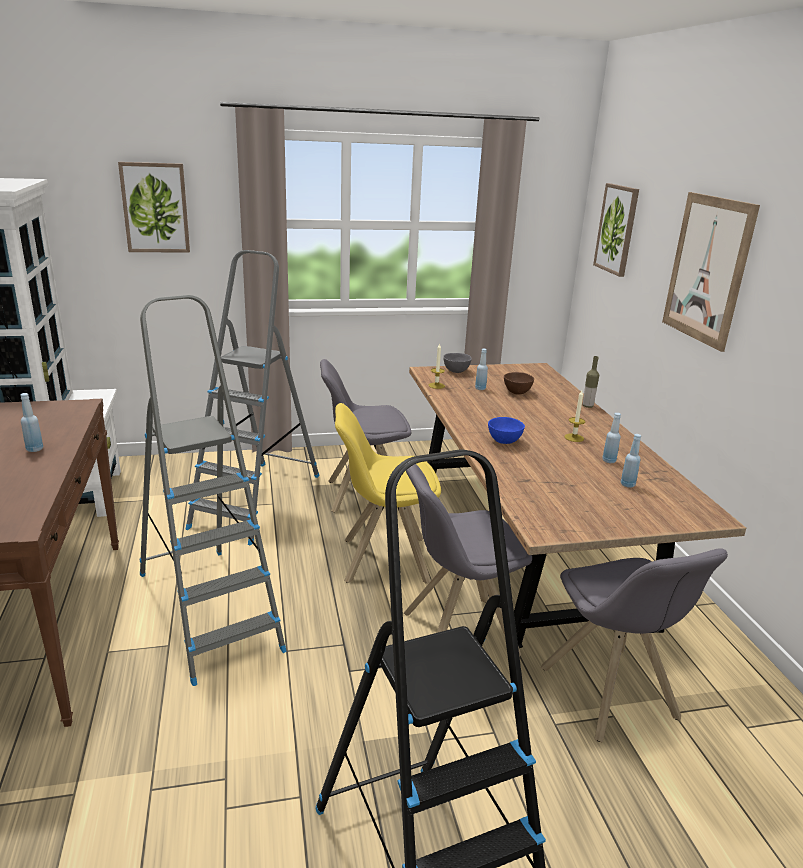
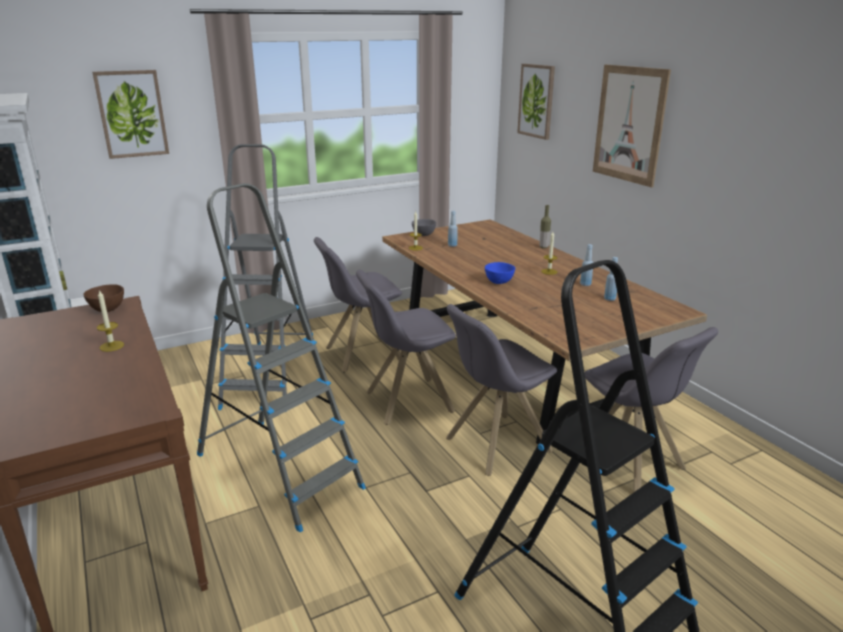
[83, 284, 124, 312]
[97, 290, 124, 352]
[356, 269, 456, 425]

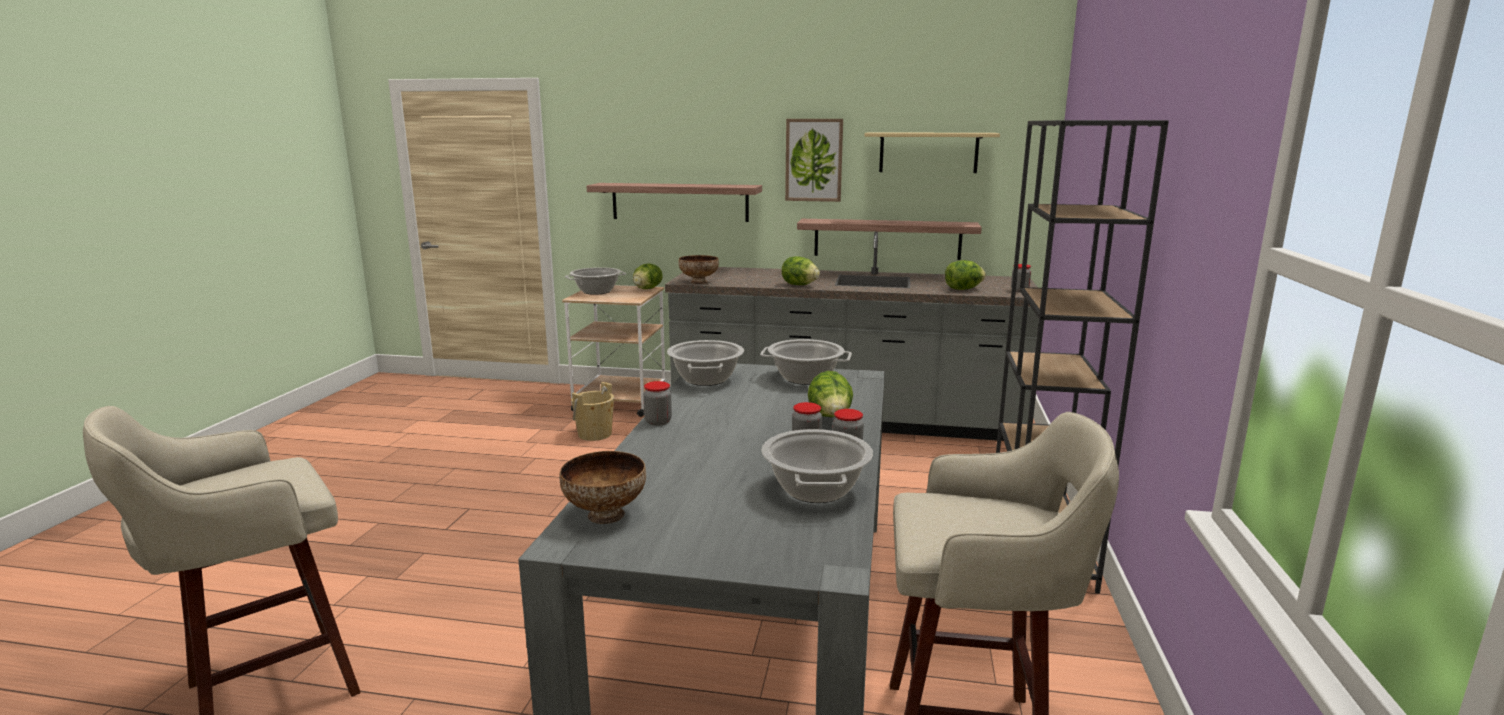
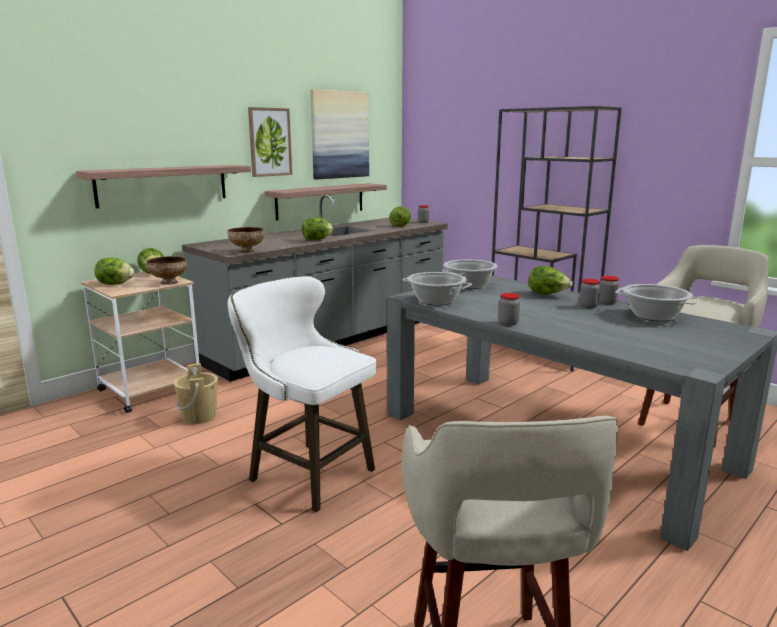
[228, 276, 377, 512]
[146, 256, 187, 285]
[94, 258, 134, 285]
[310, 89, 369, 179]

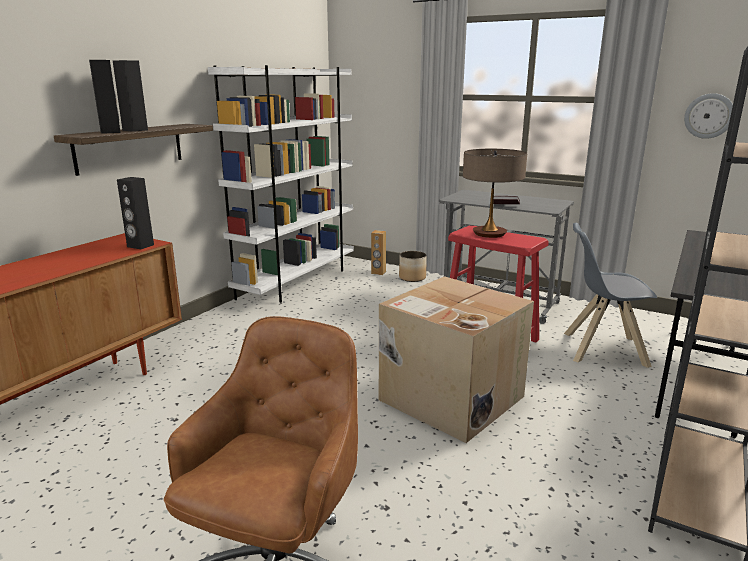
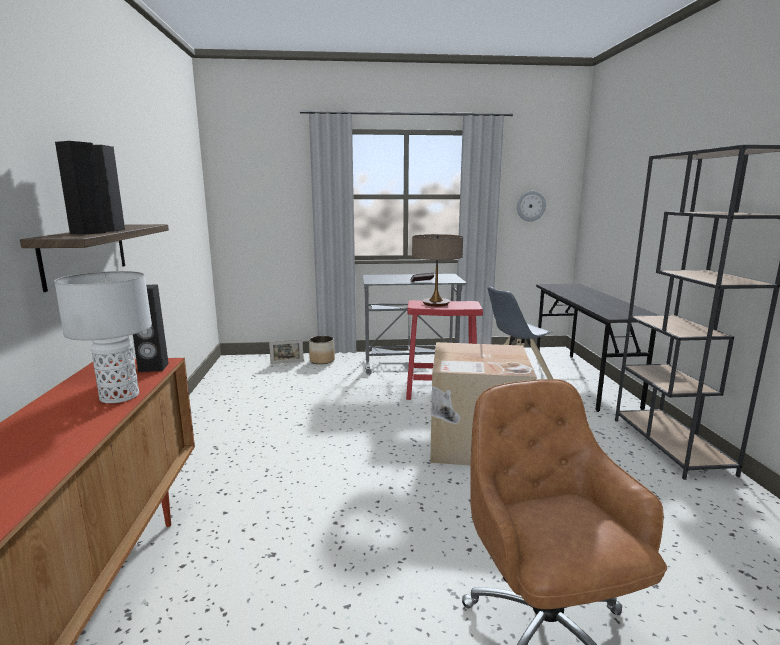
[208, 65, 354, 303] (first image)
[54, 271, 152, 403]
[269, 339, 304, 364]

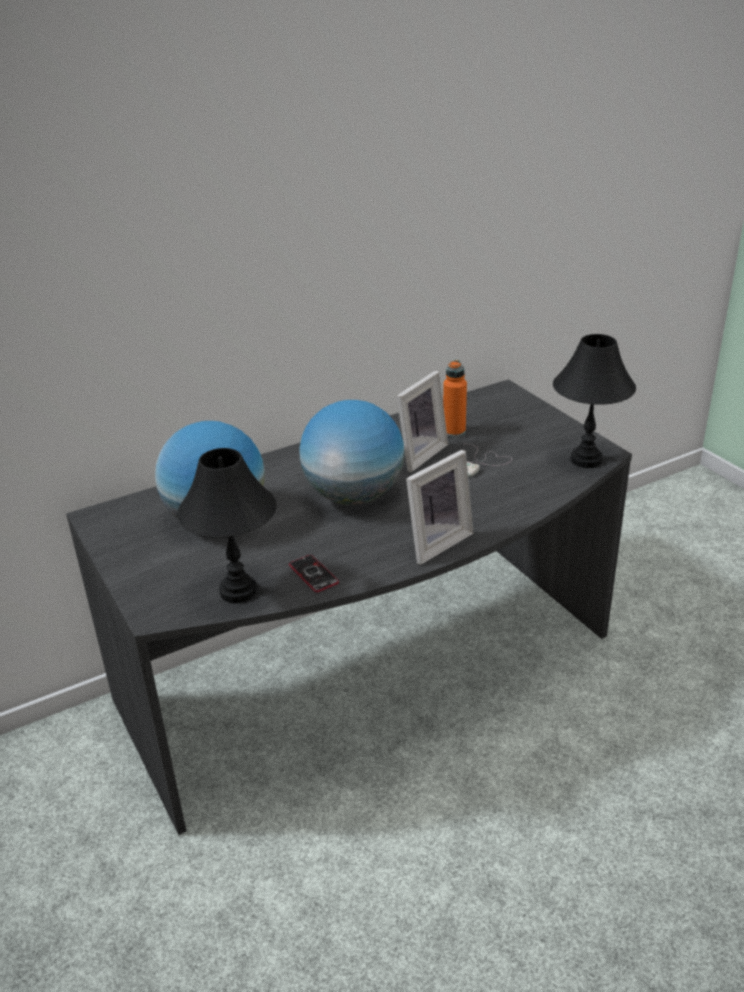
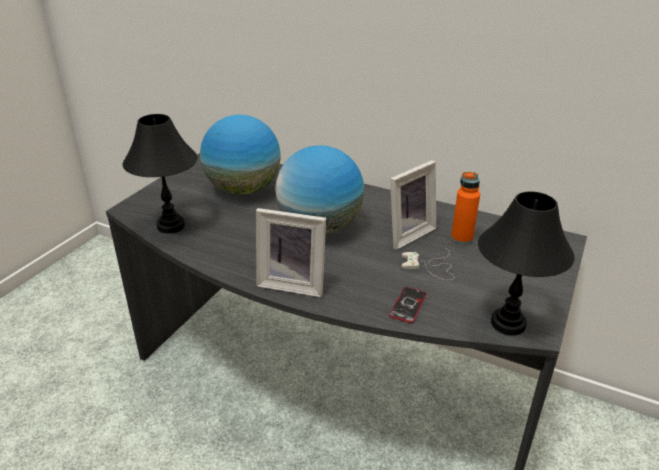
[389, 287, 427, 323]
[390, 160, 436, 250]

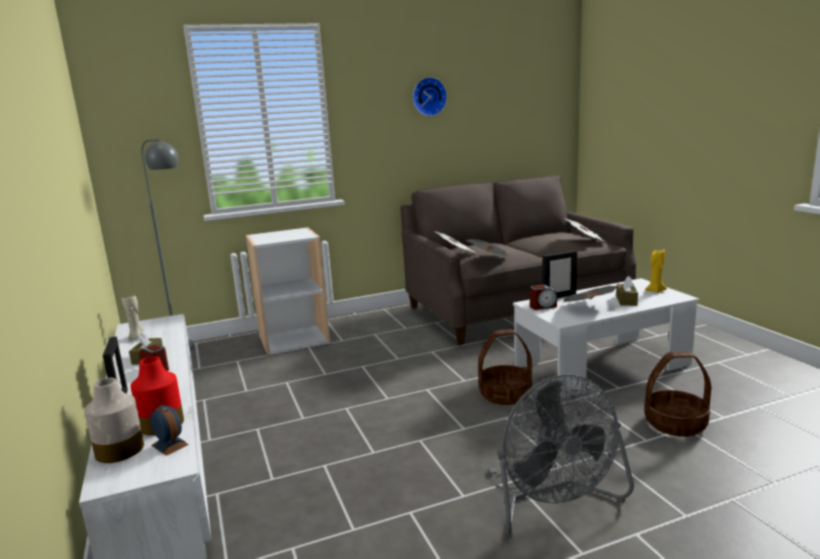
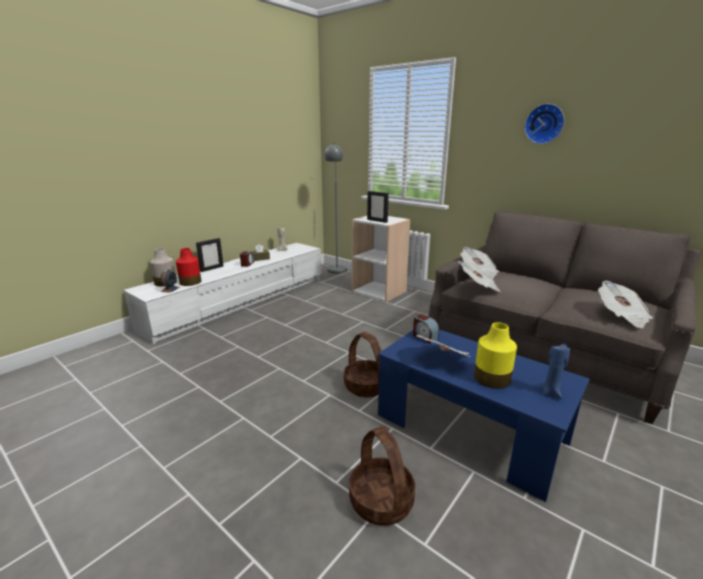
[488, 375, 634, 538] (first image)
[367, 191, 389, 223]
[474, 322, 517, 389]
[378, 330, 590, 502]
[539, 343, 570, 399]

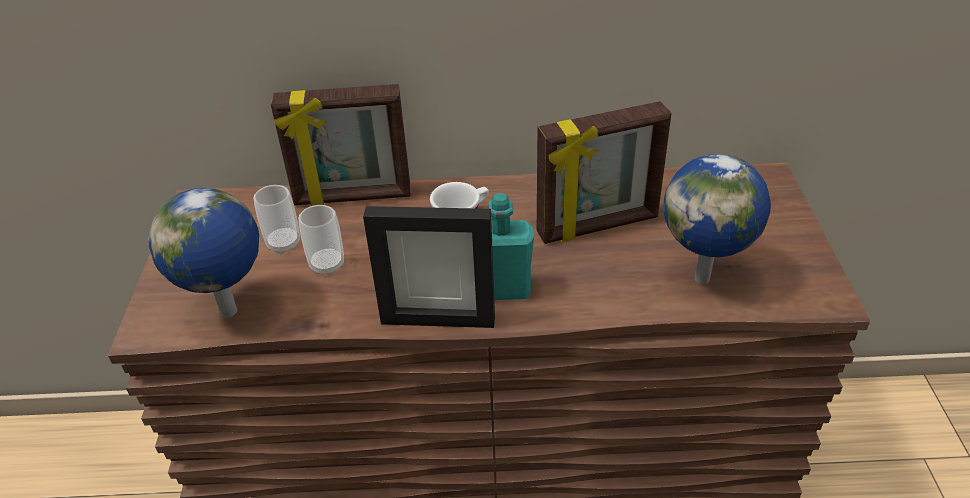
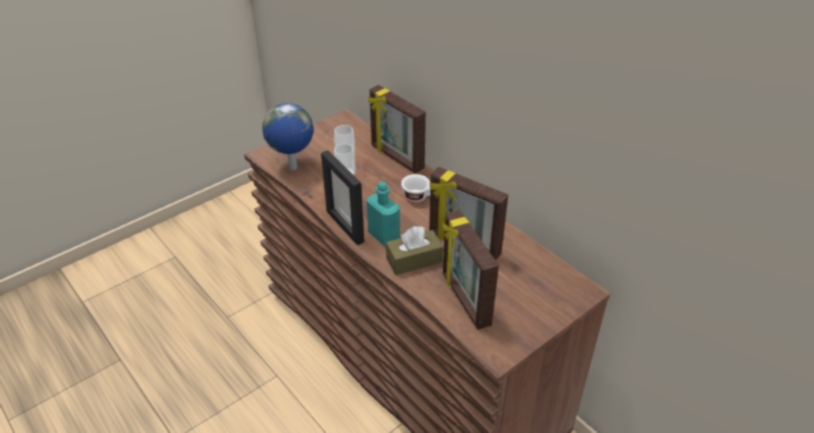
[386, 226, 443, 275]
[442, 210, 499, 330]

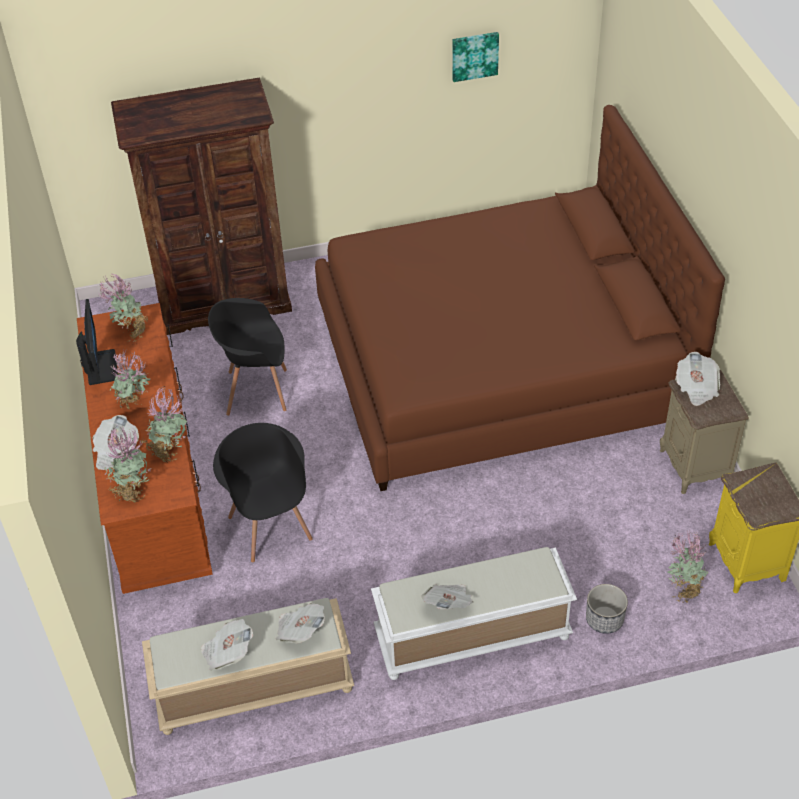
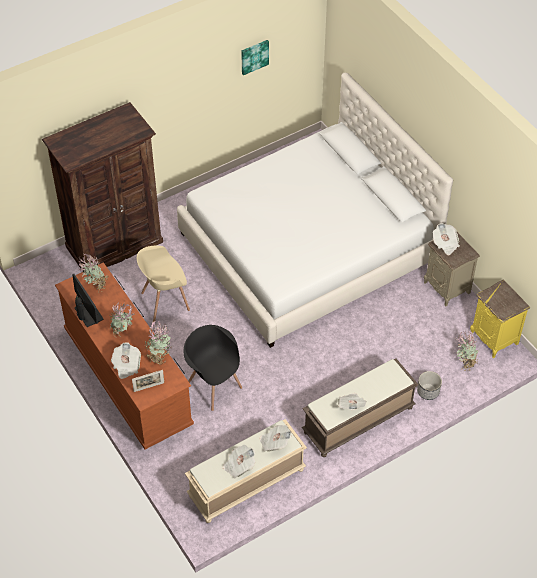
[132, 370, 164, 392]
[137, 246, 190, 322]
[177, 73, 453, 348]
[302, 358, 419, 457]

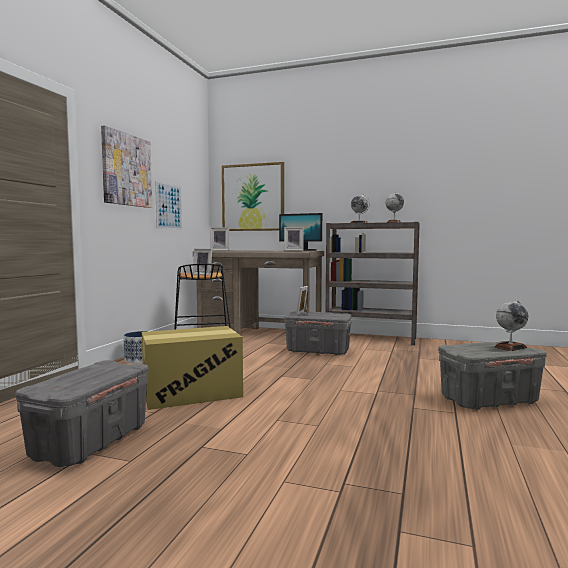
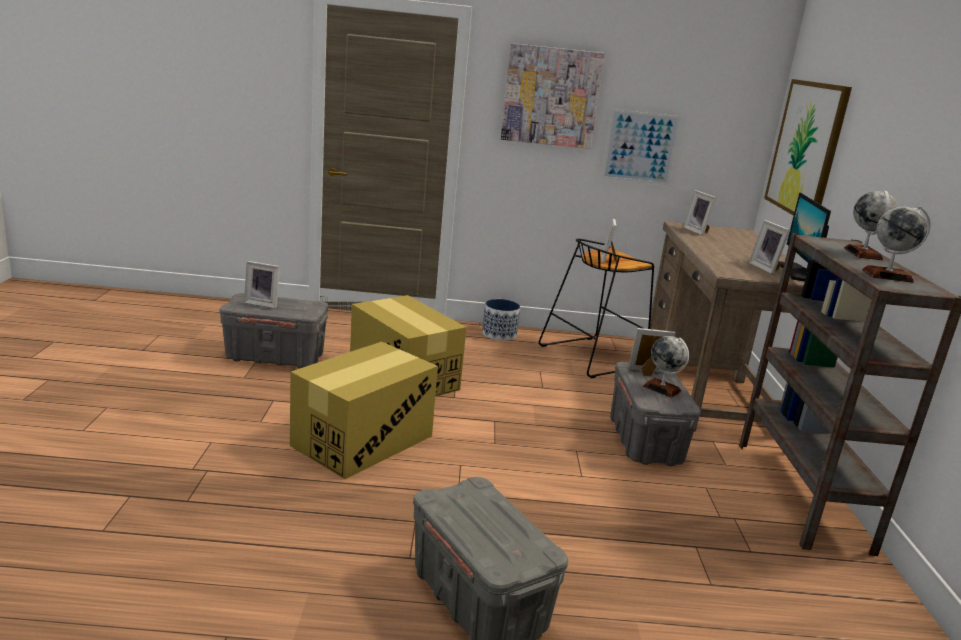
[244, 261, 280, 308]
[290, 342, 438, 479]
[643, 336, 689, 398]

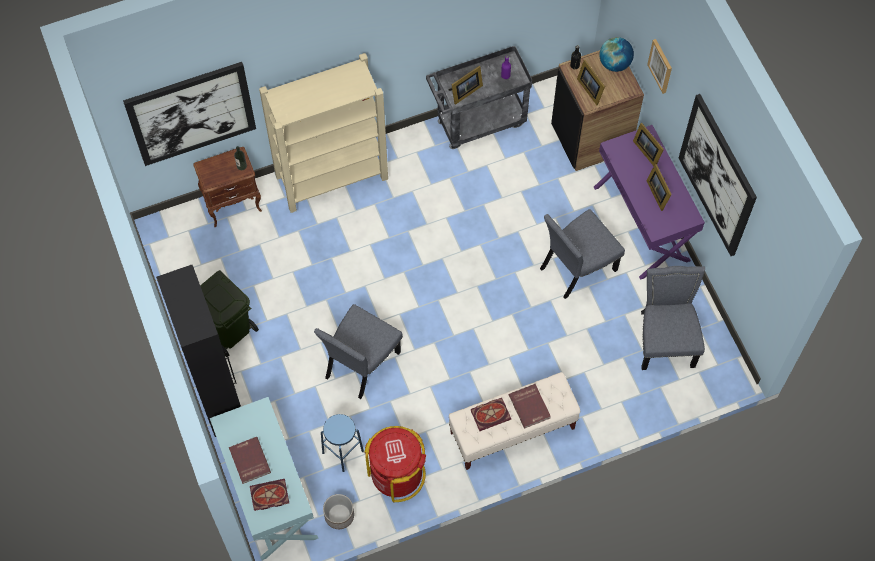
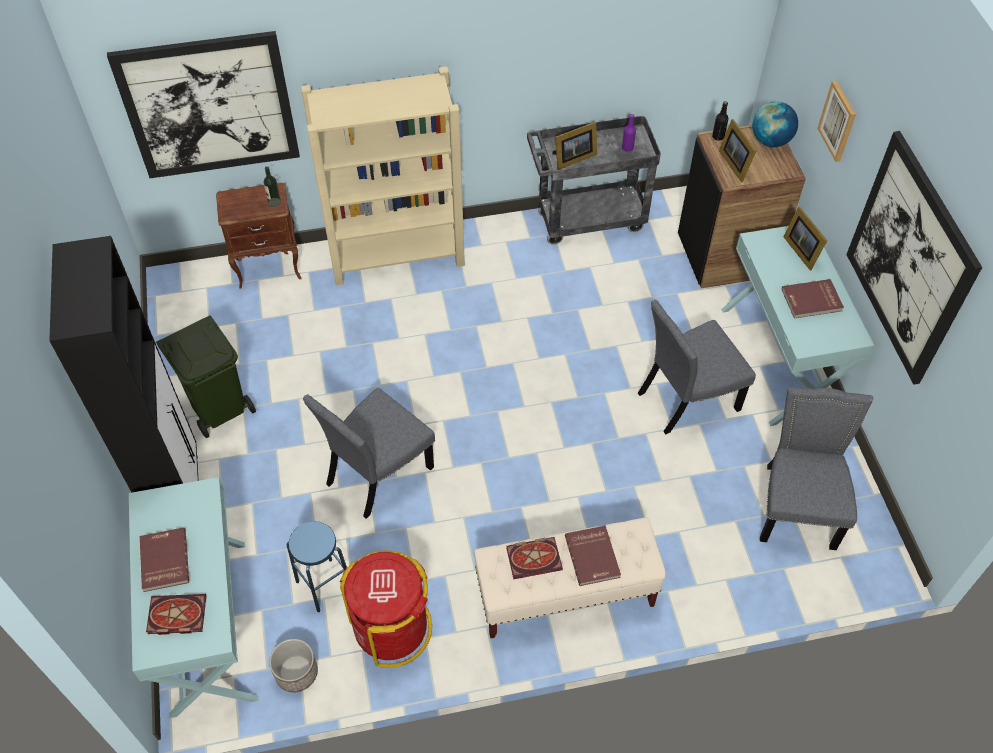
[782, 279, 844, 319]
[721, 226, 874, 426]

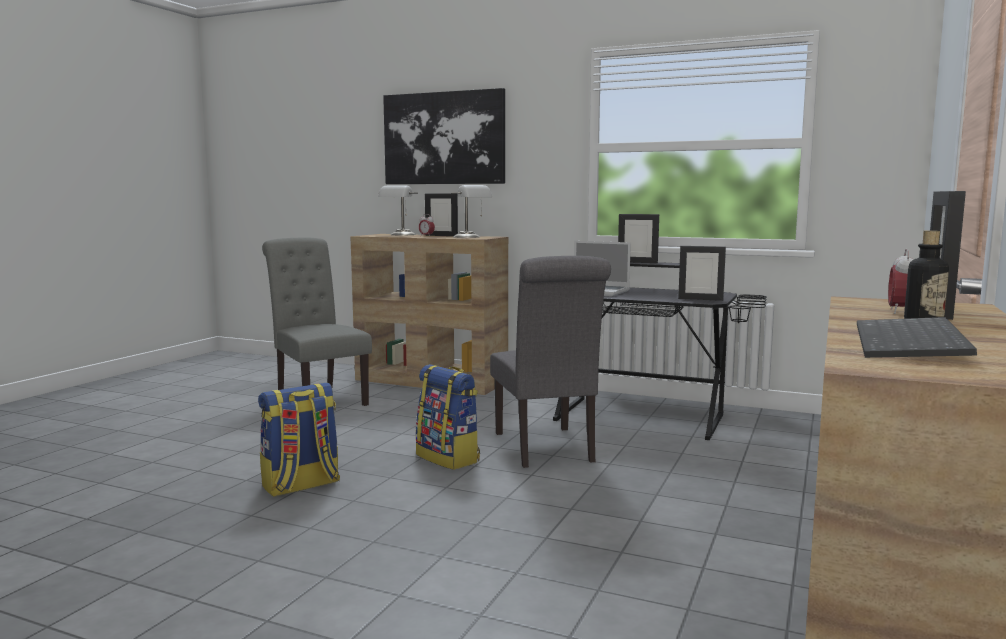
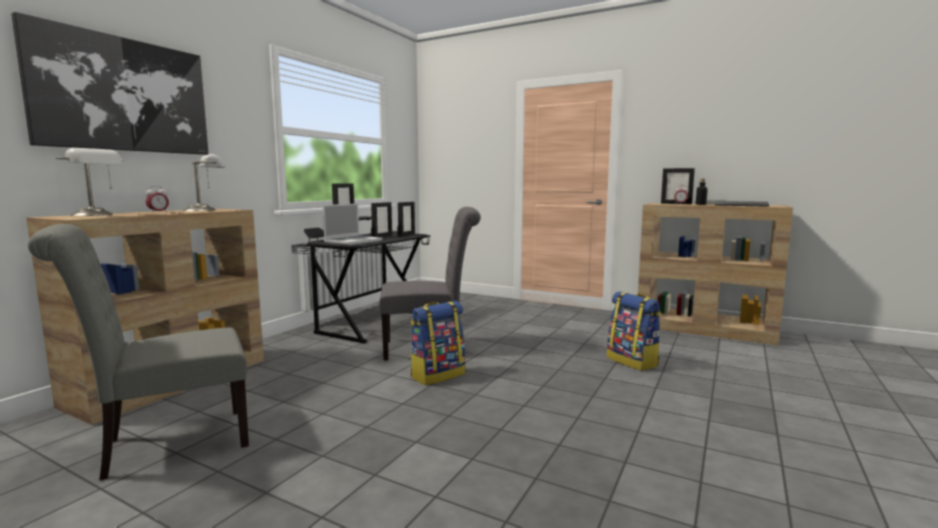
[607, 291, 661, 371]
[371, 202, 392, 237]

